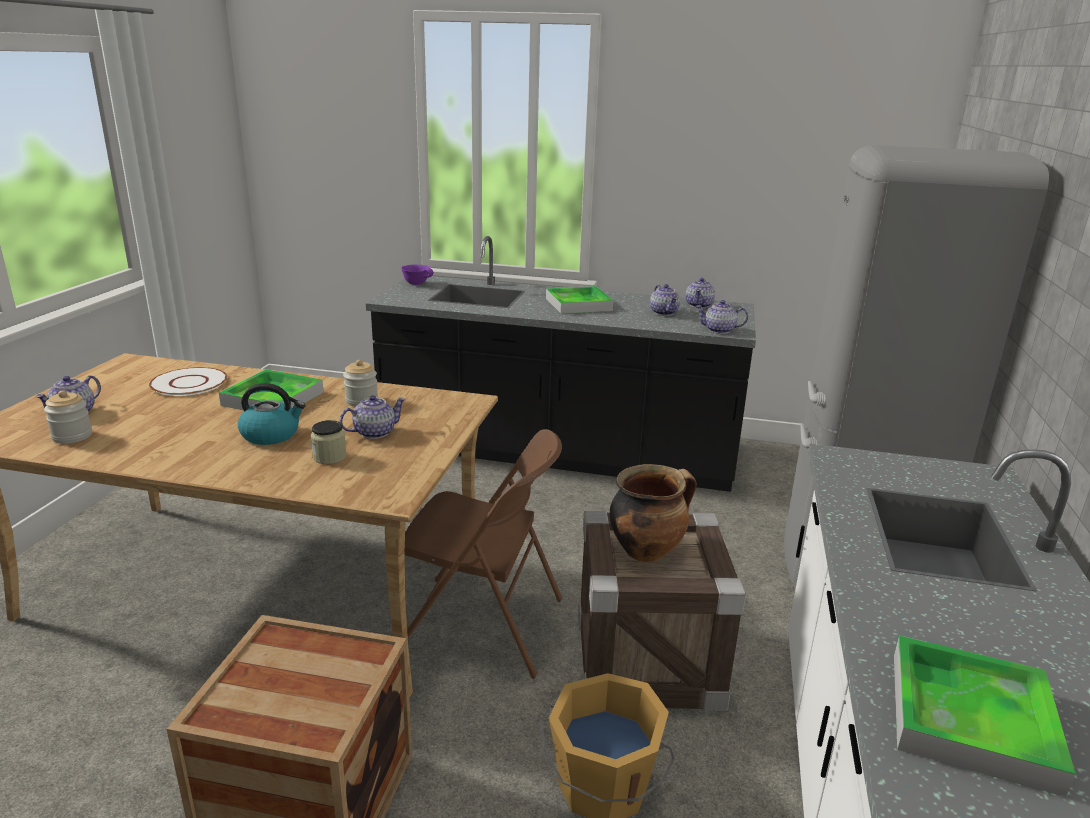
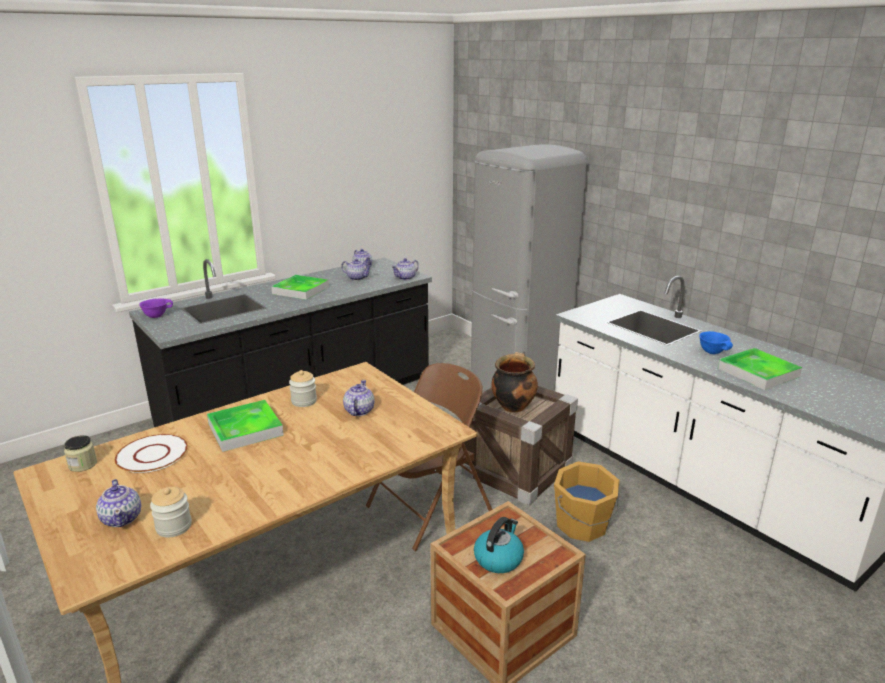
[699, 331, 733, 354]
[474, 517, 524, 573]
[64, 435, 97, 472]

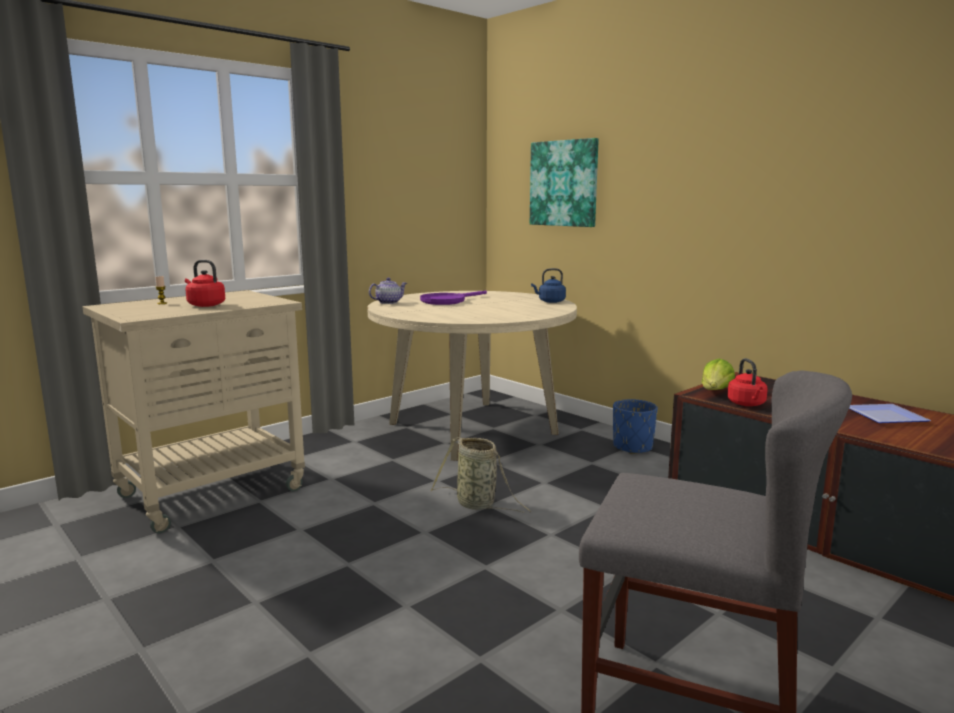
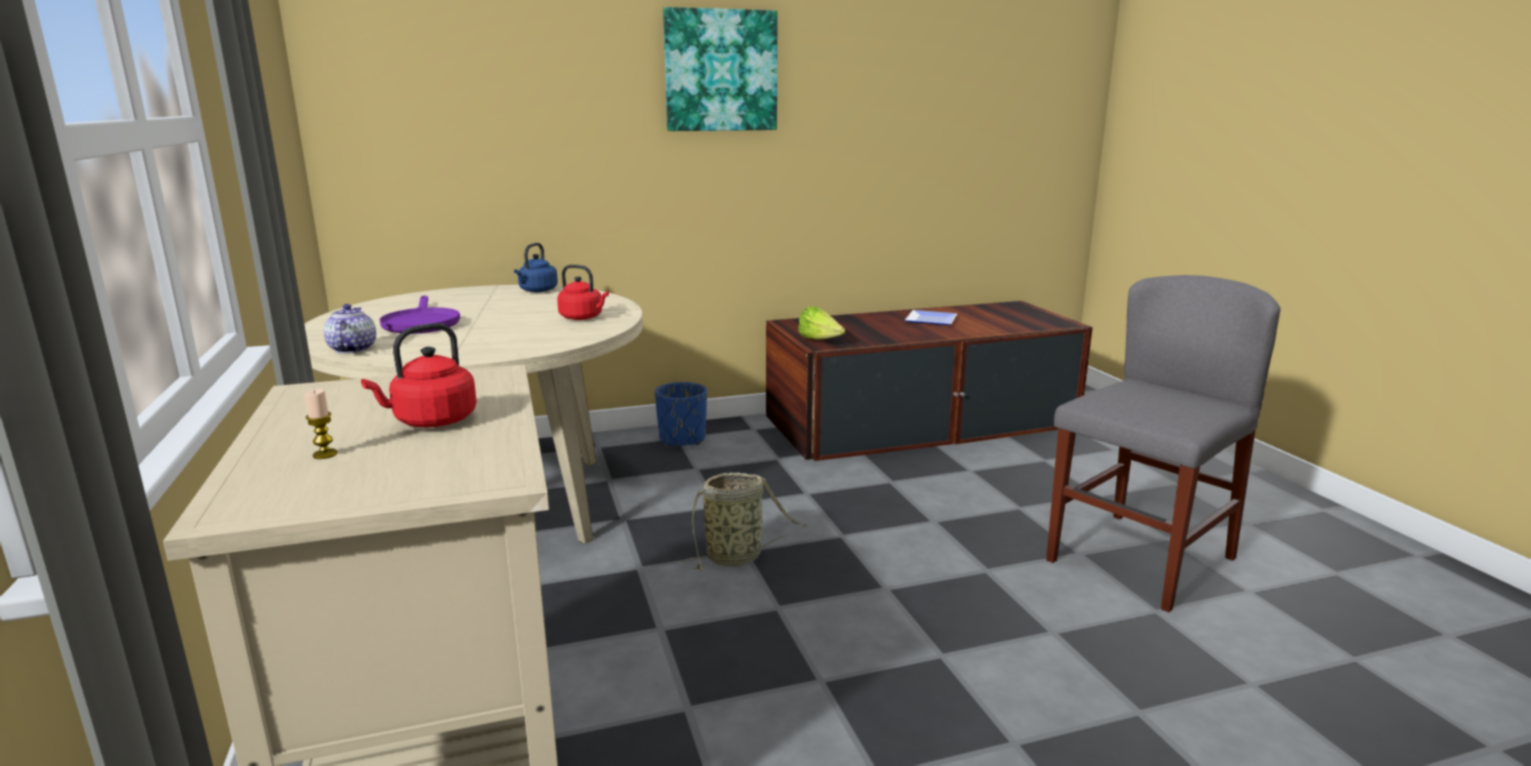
[663, 7, 777, 131]
[557, 264, 609, 320]

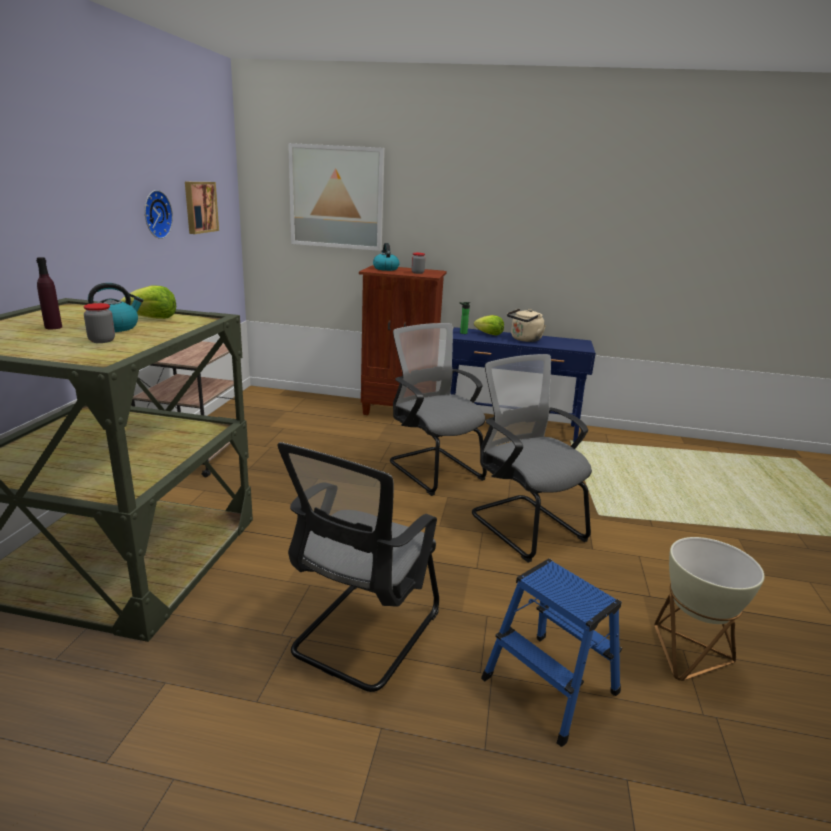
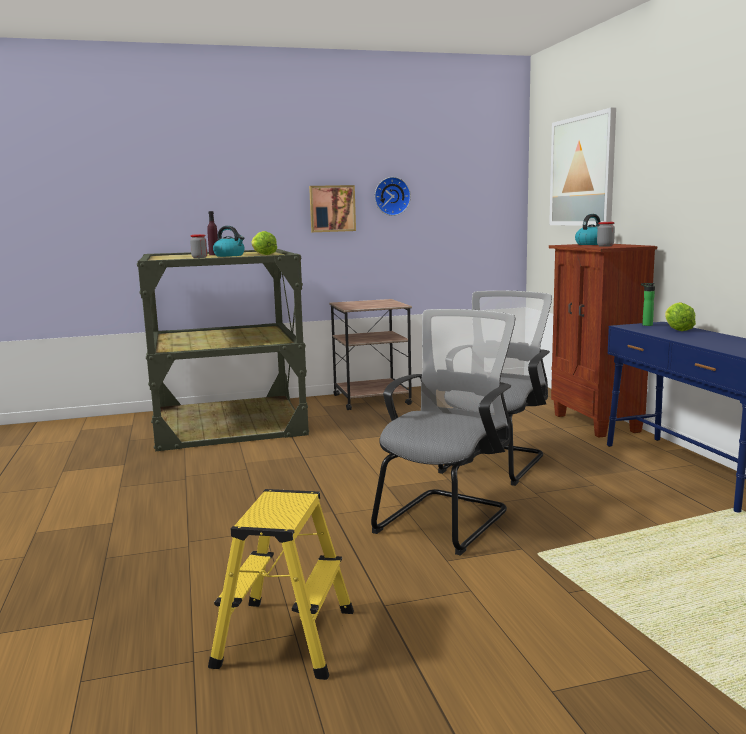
[277, 442, 439, 692] (first image)
[481, 559, 622, 747] (first image)
[507, 308, 546, 342] (first image)
[309, 185, 356, 232]
[208, 489, 354, 680]

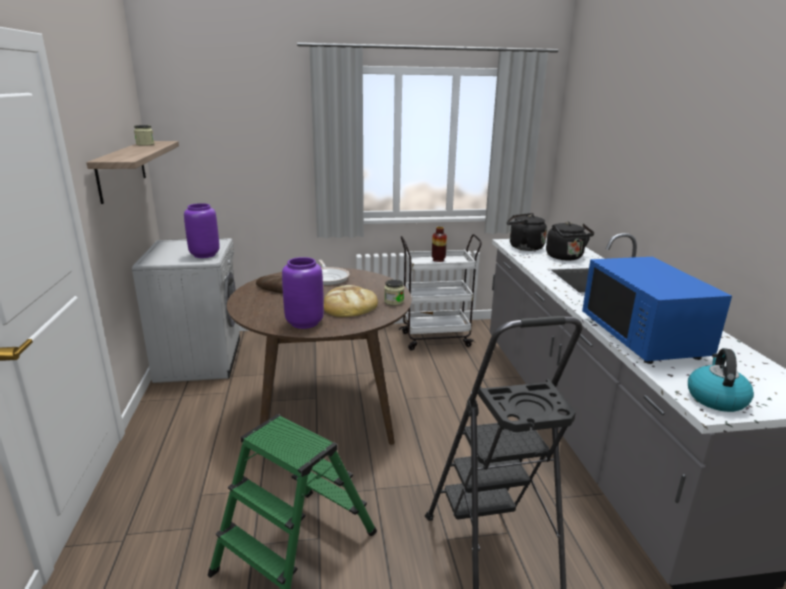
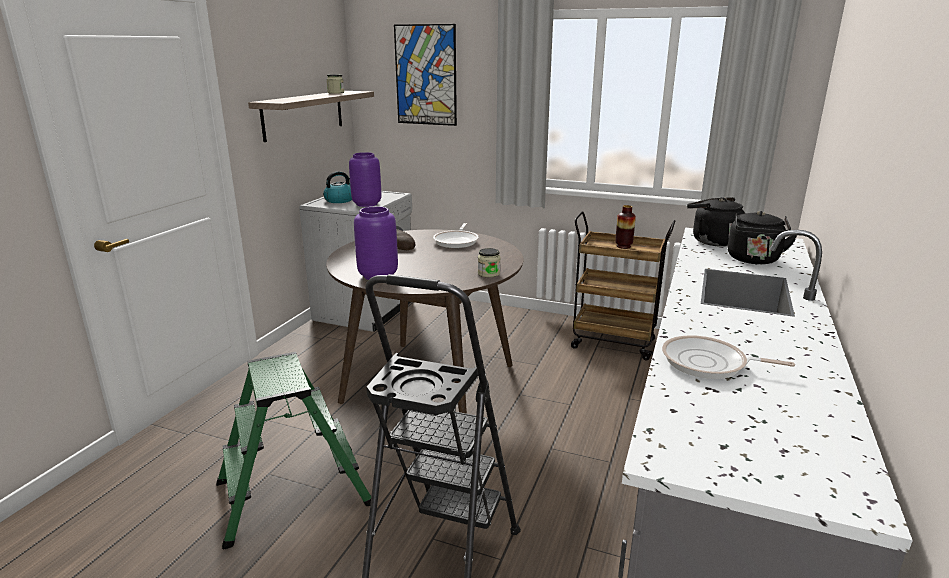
[324, 285, 378, 317] (first image)
[394, 24, 457, 126]
[323, 171, 352, 203]
[662, 335, 795, 379]
[571, 211, 675, 361]

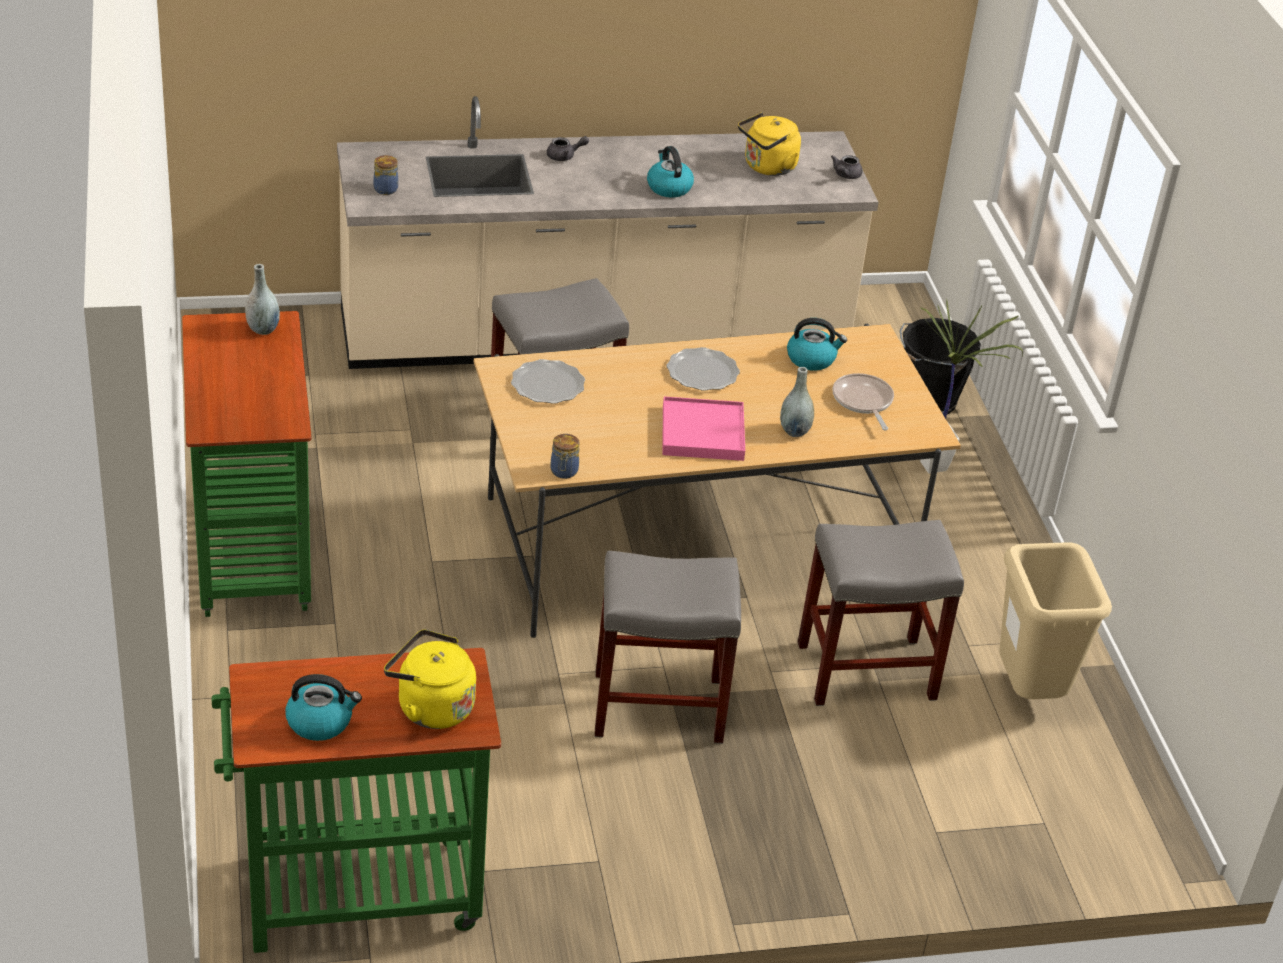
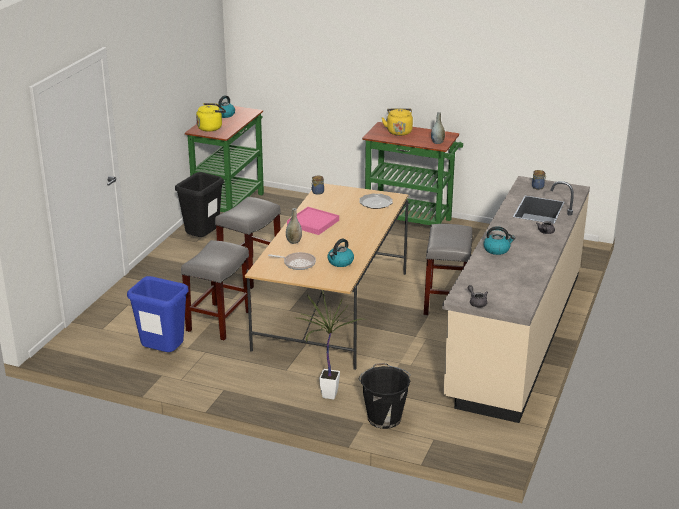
[666, 347, 740, 391] (first image)
[175, 172, 224, 237]
[382, 109, 413, 136]
[127, 276, 188, 352]

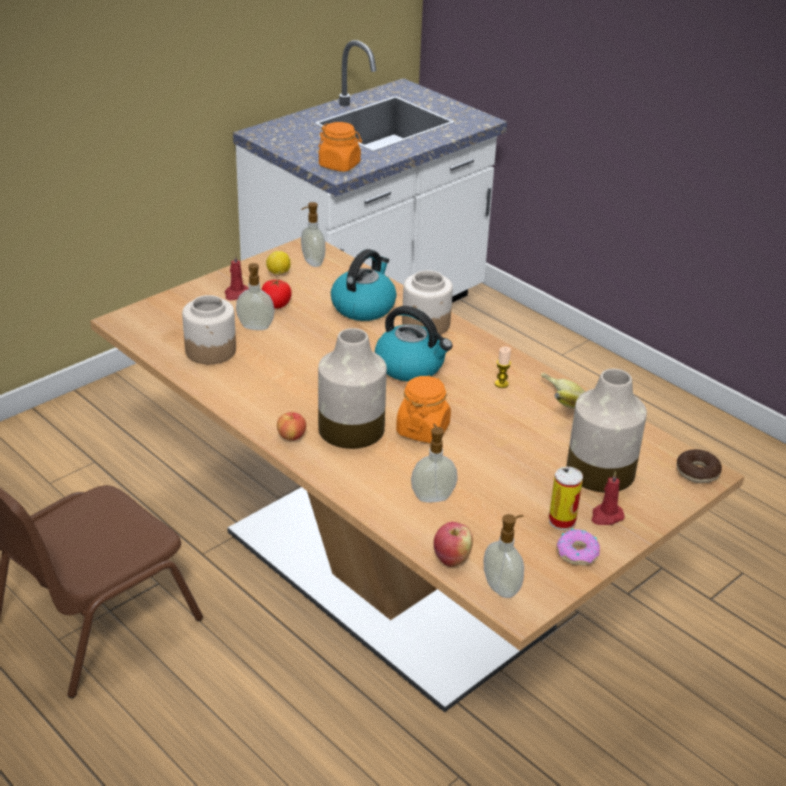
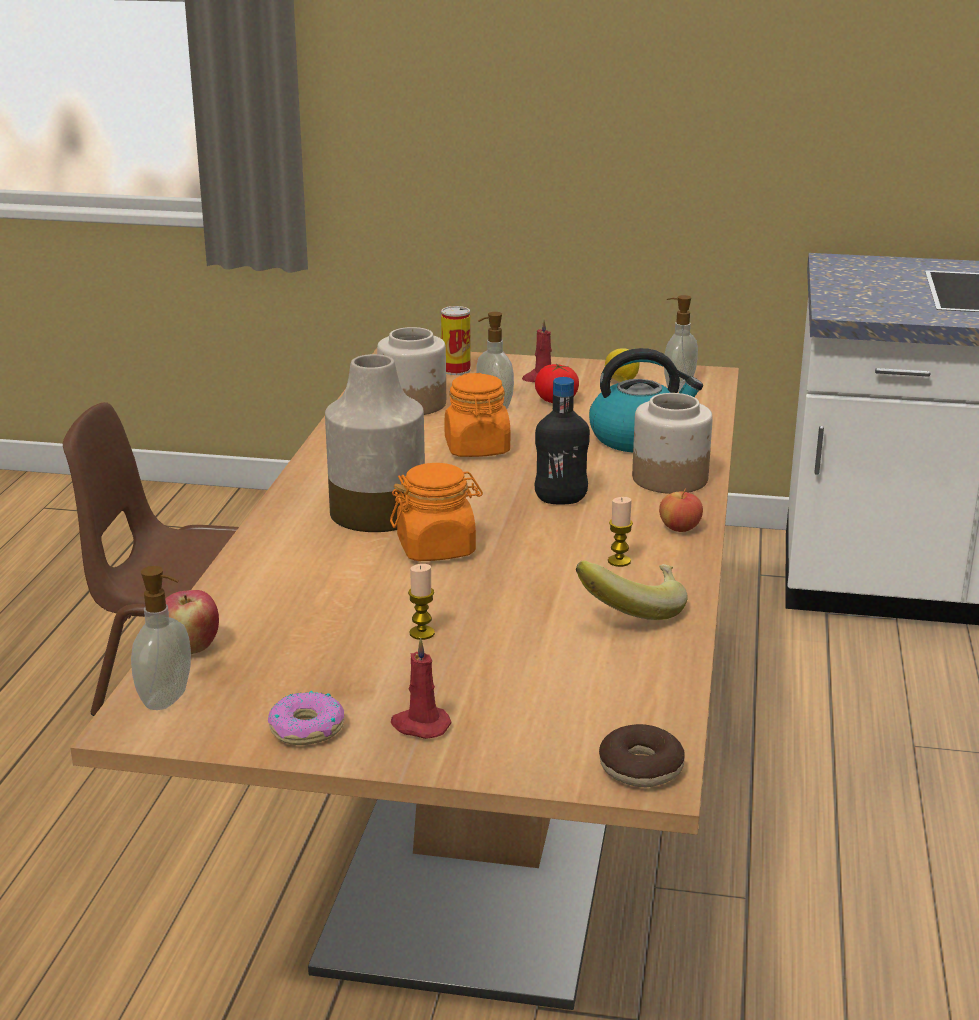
[411, 424, 458, 503] (first image)
[566, 369, 647, 493] (first image)
[408, 564, 435, 640]
[659, 489, 703, 532]
[445, 373, 510, 457]
[441, 306, 471, 375]
[535, 377, 590, 505]

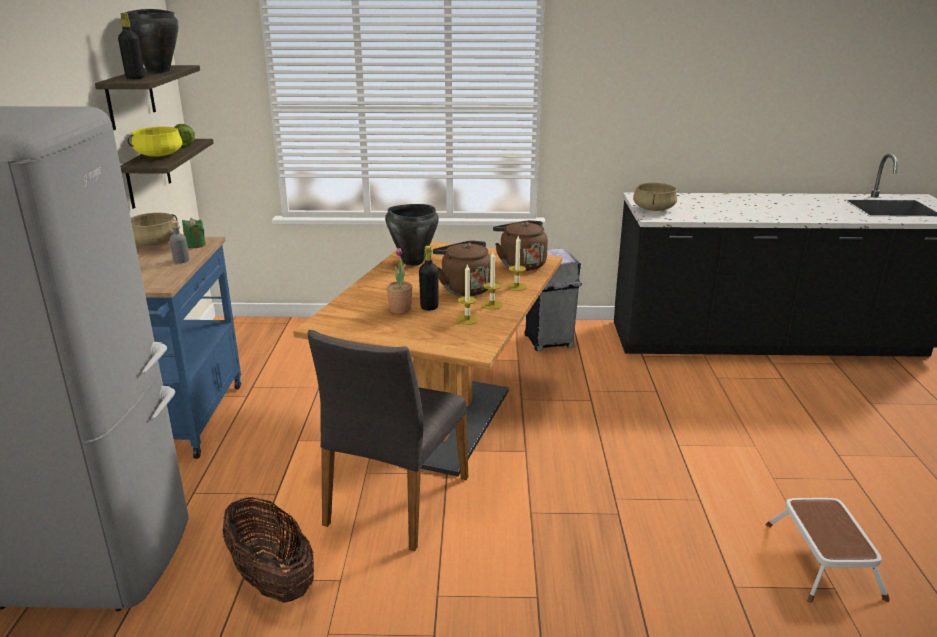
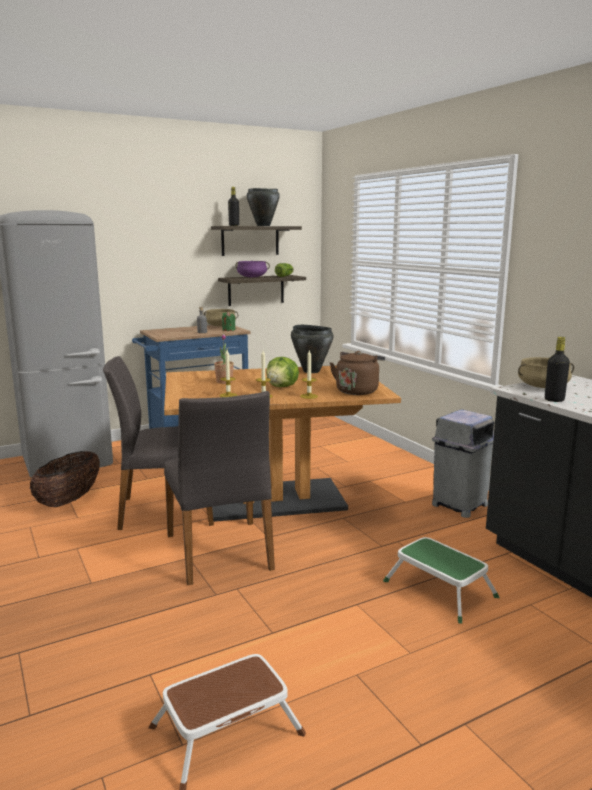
[164, 391, 275, 585]
[383, 537, 500, 624]
[545, 337, 570, 402]
[267, 357, 299, 387]
[235, 261, 270, 277]

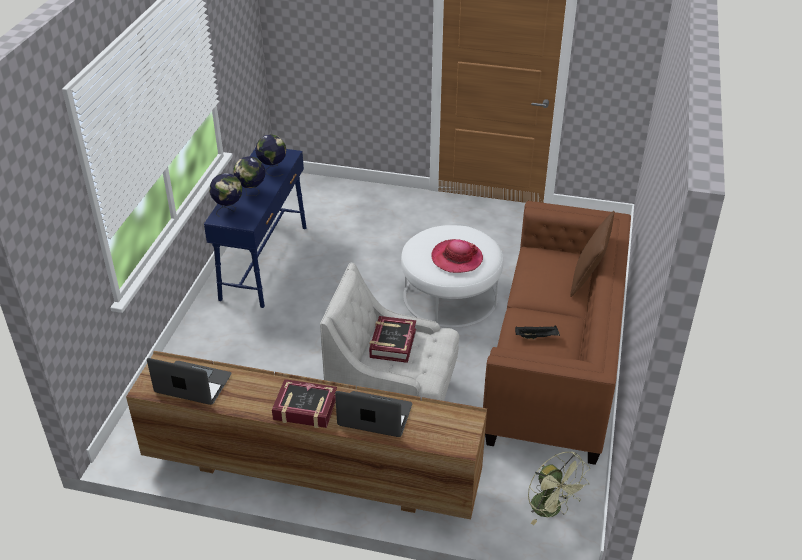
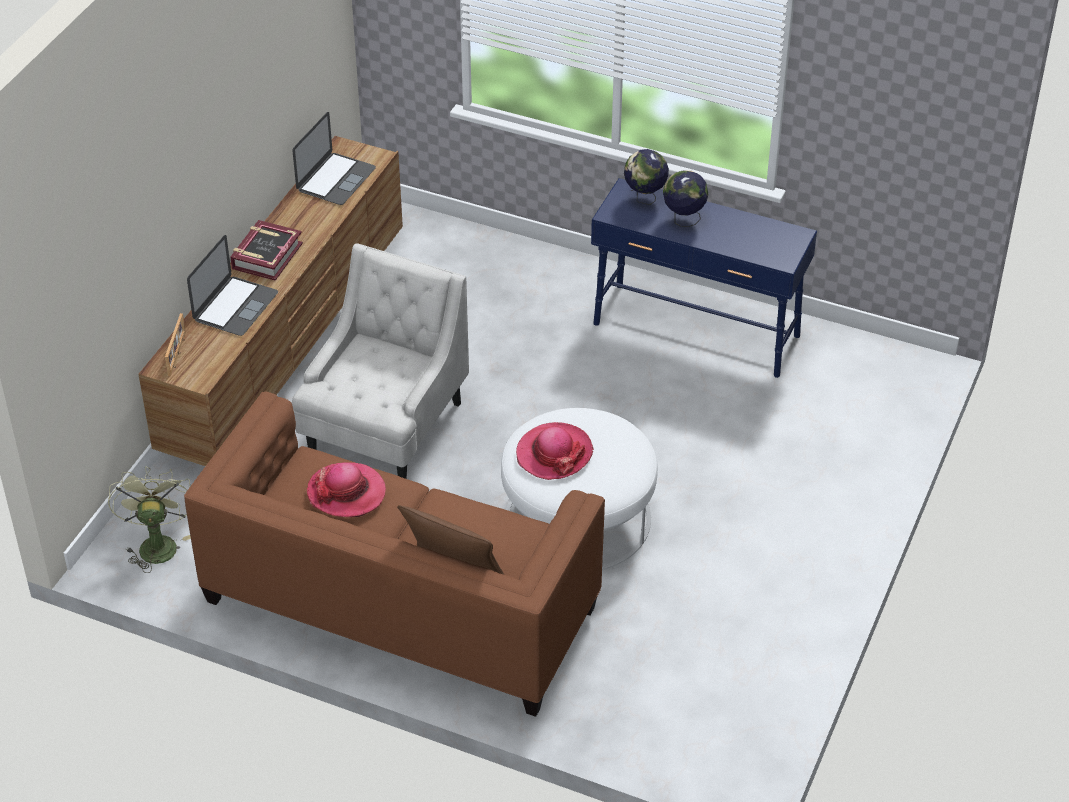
[255, 134, 286, 177] (first image)
[369, 316, 416, 363] (first image)
[165, 313, 186, 376]
[307, 462, 386, 517]
[108, 466, 191, 573]

